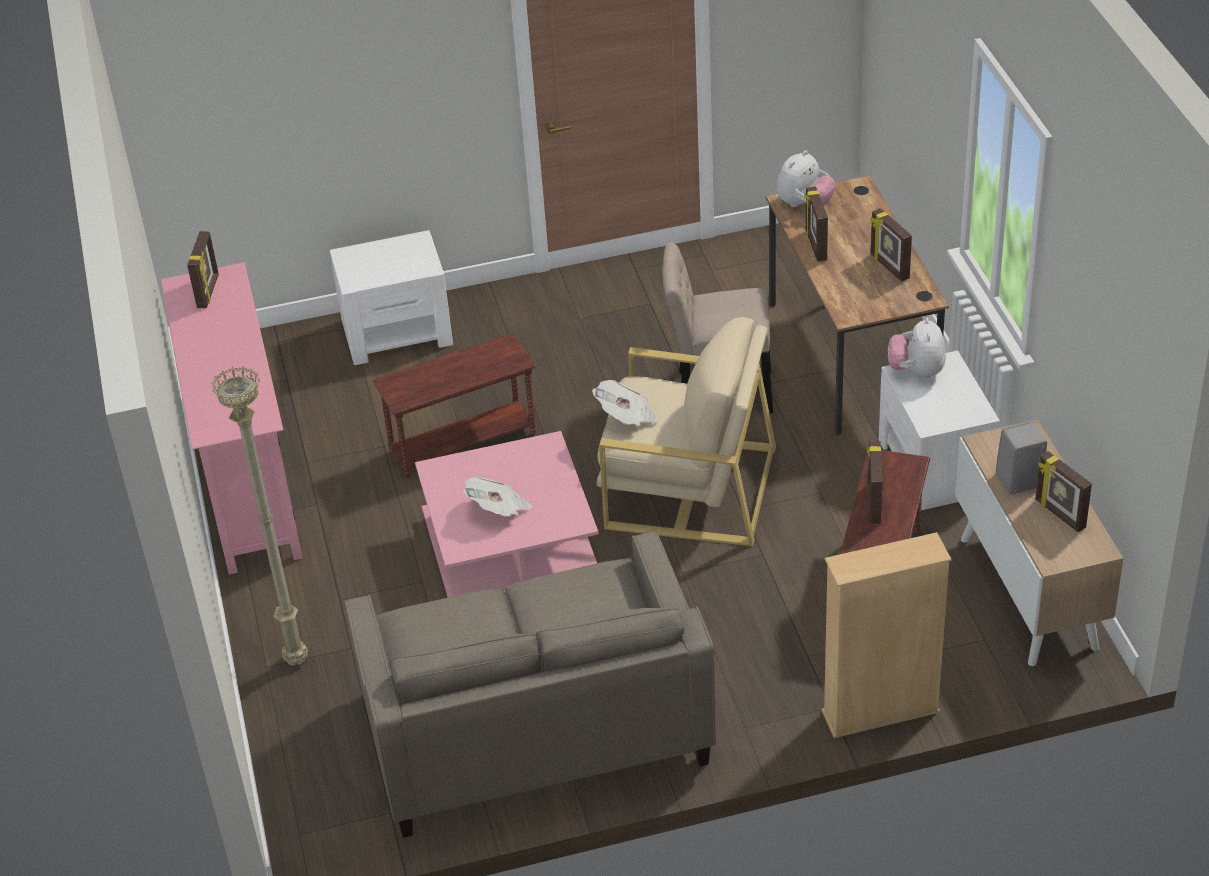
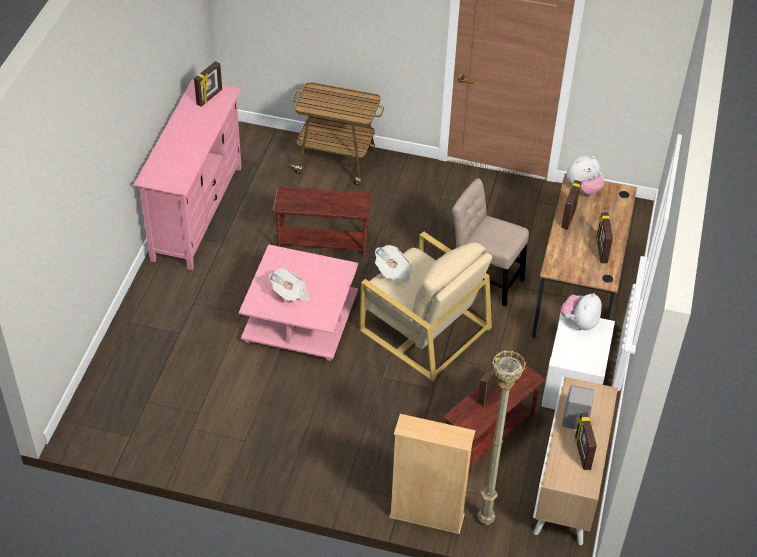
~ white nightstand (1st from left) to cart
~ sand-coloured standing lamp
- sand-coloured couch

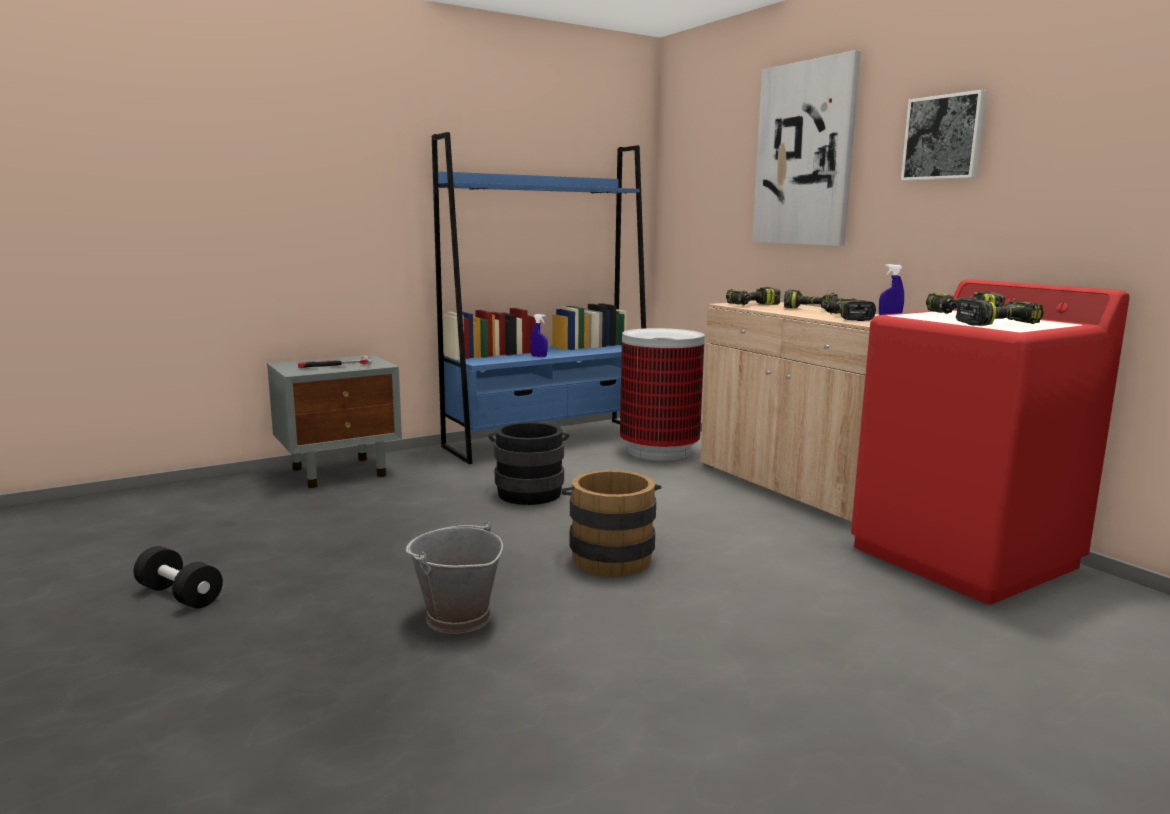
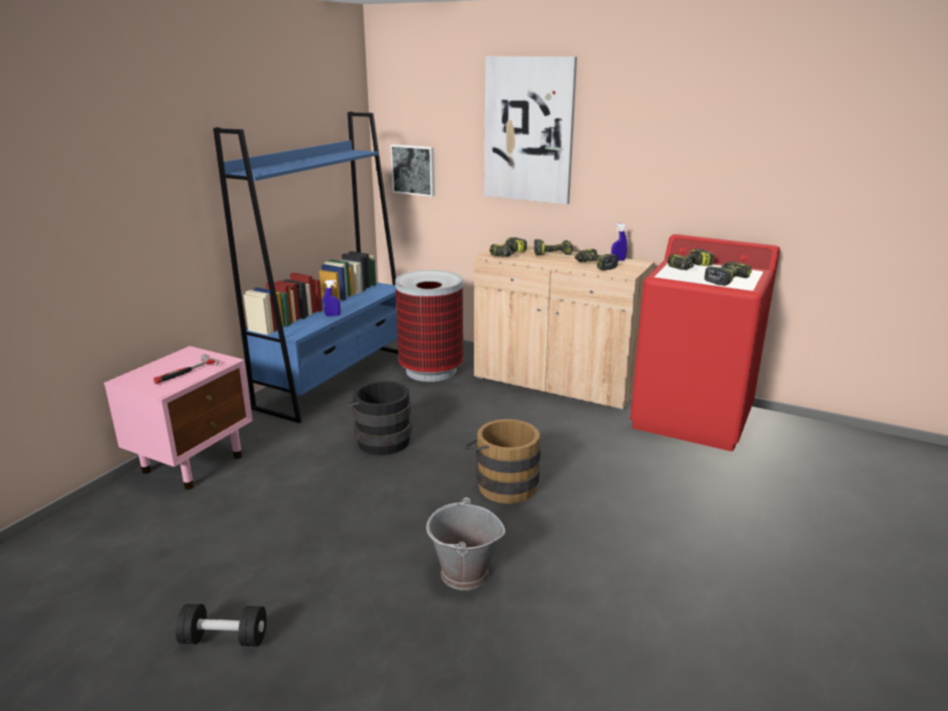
~ wall art (2nd from left in the first image) to wall art (1st from left)
~ gray nightstand to pinkish nightstand

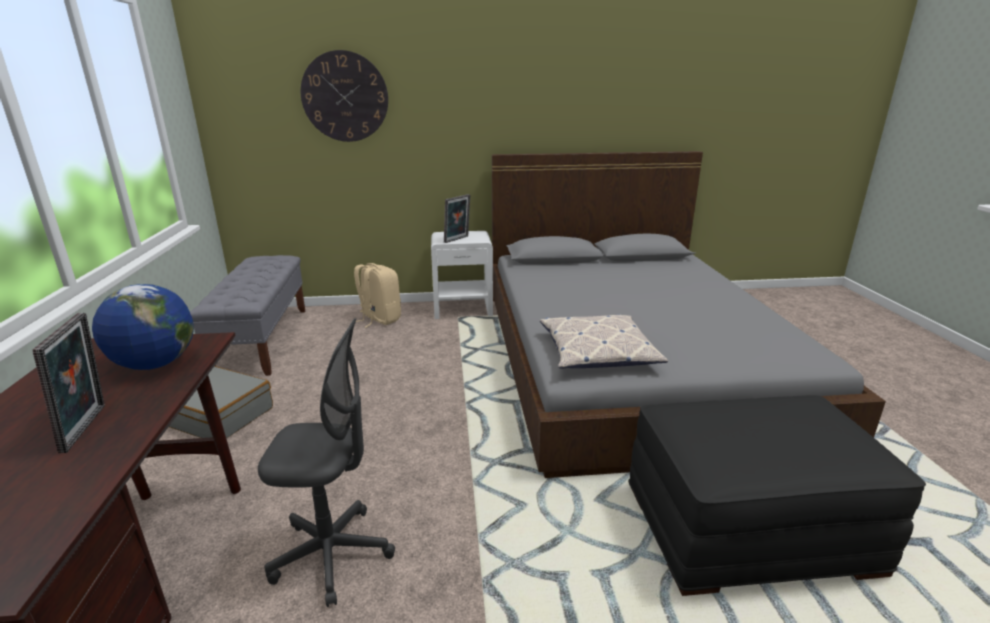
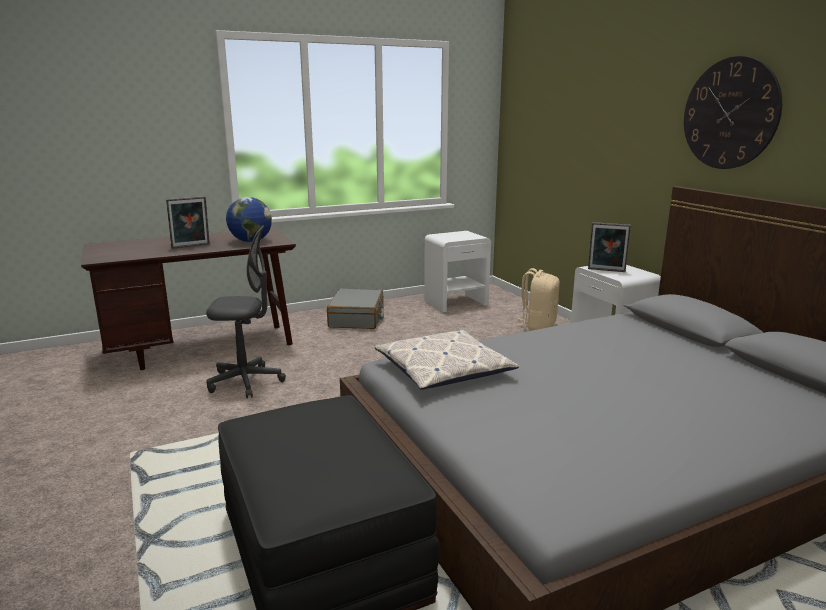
~ clock on the wall
~ gray bench to white nightstand (1st from left)
~ gray desk chair 75 degrees counterclockwise

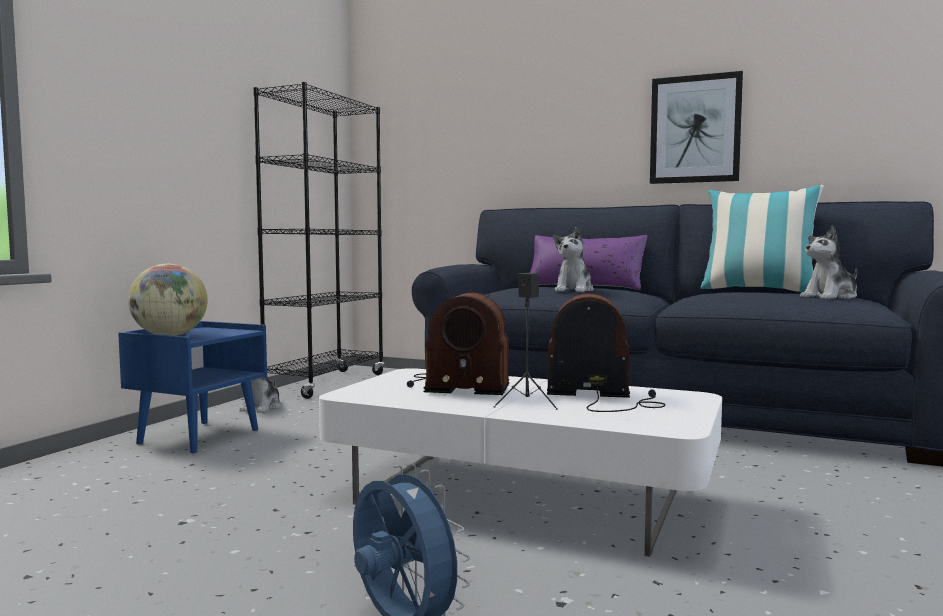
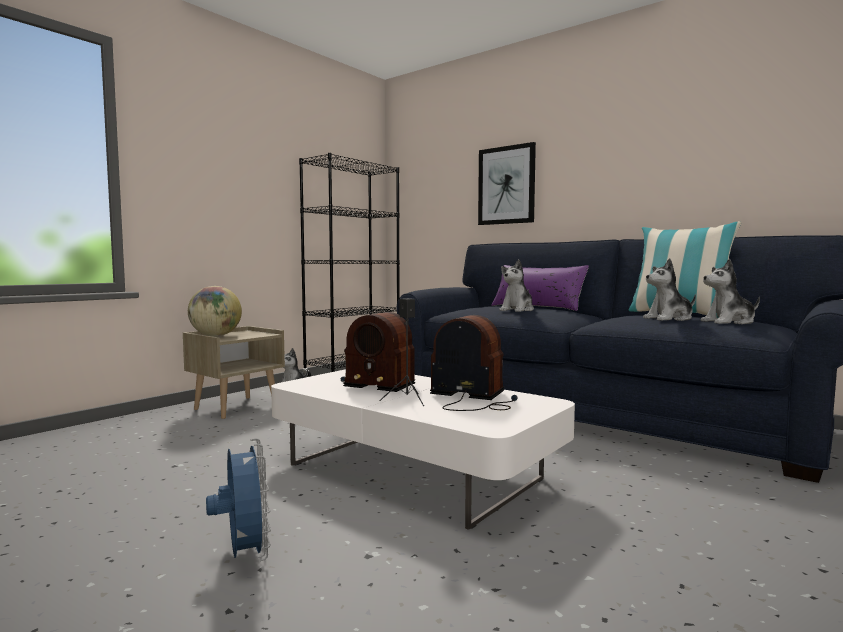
~ wall art
~ blue-coloured nightstand to sand-coloured nightstand
+ soft toy (3rd from left)

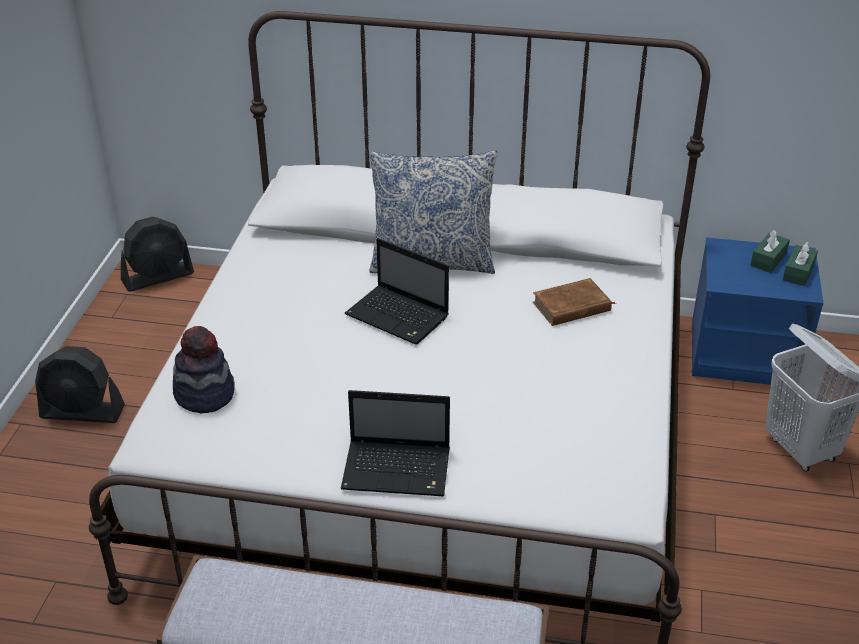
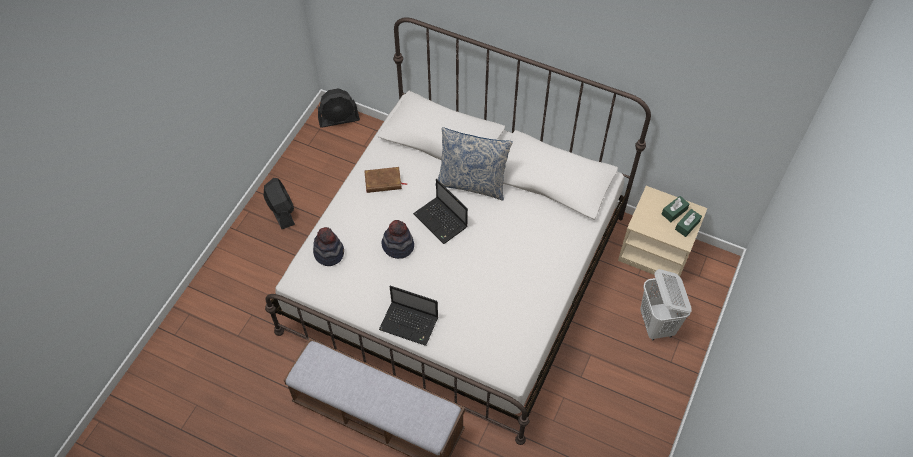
~ blue-coloured nightstand to sand-coloured nightstand
~ brown volume
~ black electric fan (1st from left) 135 degrees counterclockwise
+ wearable hat (2nd from left)

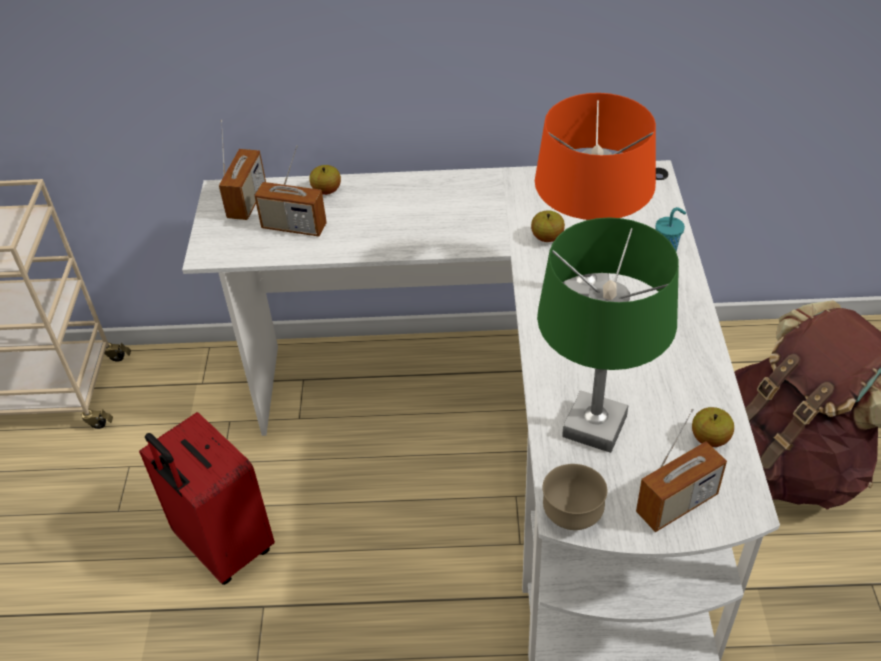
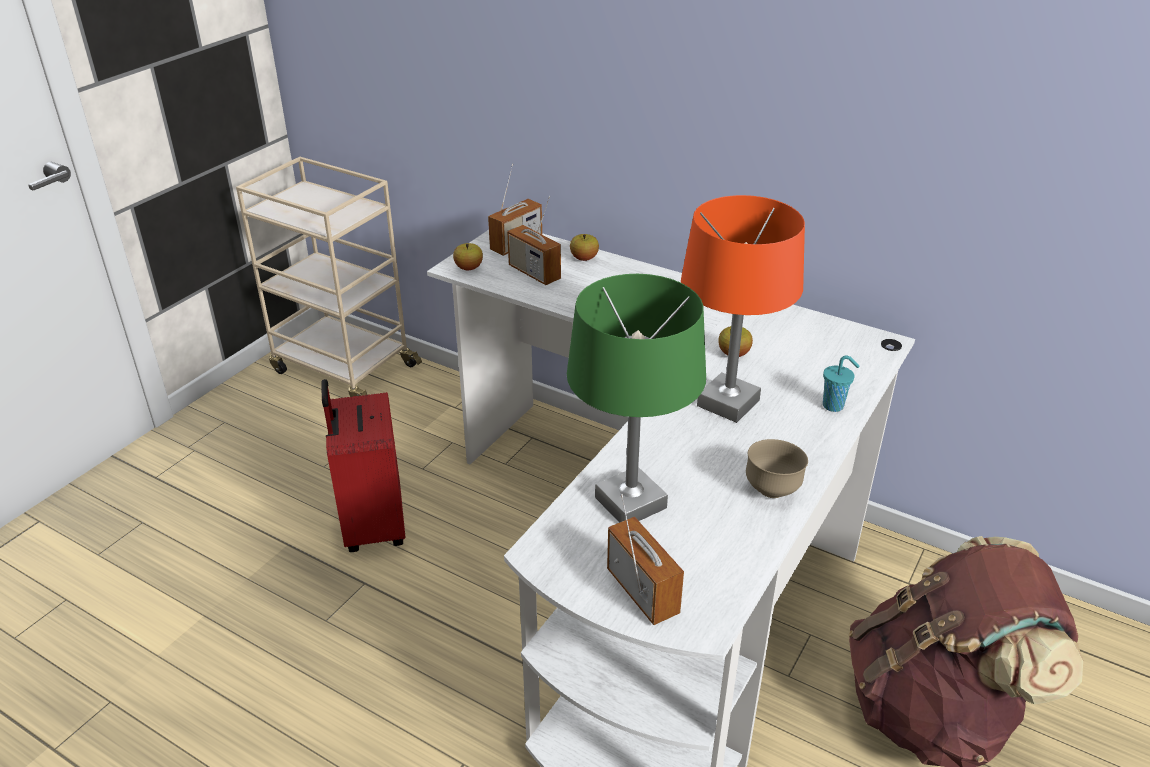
~ apple (3rd from left in the first image) to apple (1st from left)
~ radio (3rd from left) 120 degrees counterclockwise
~ brown bowl

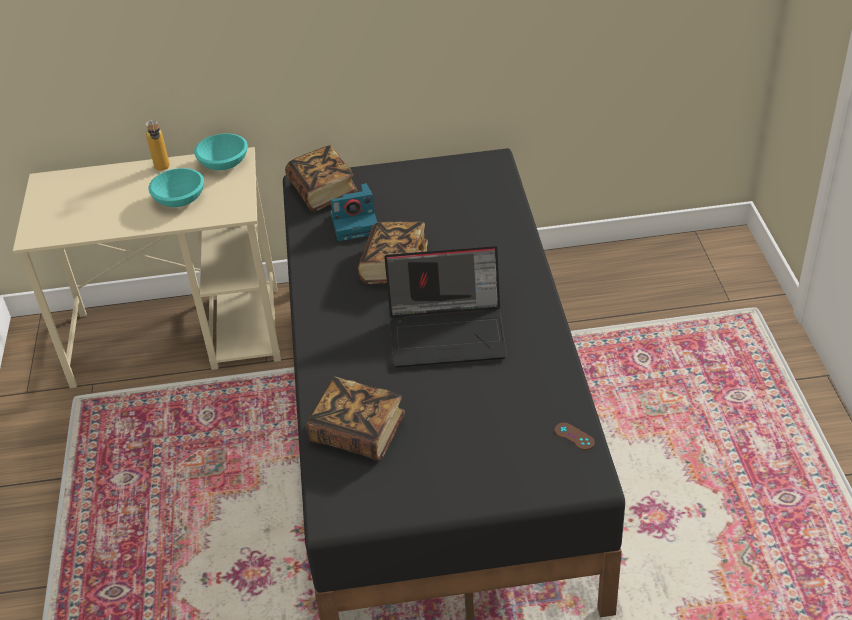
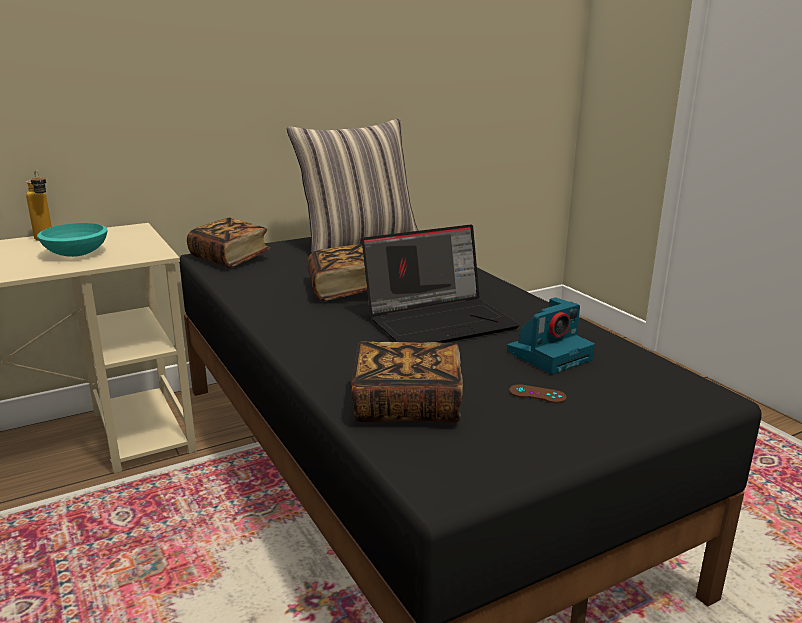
- turquoise-coloured bowl (2nd from left)
~ still camera
~ brown gamepad
+ cushion

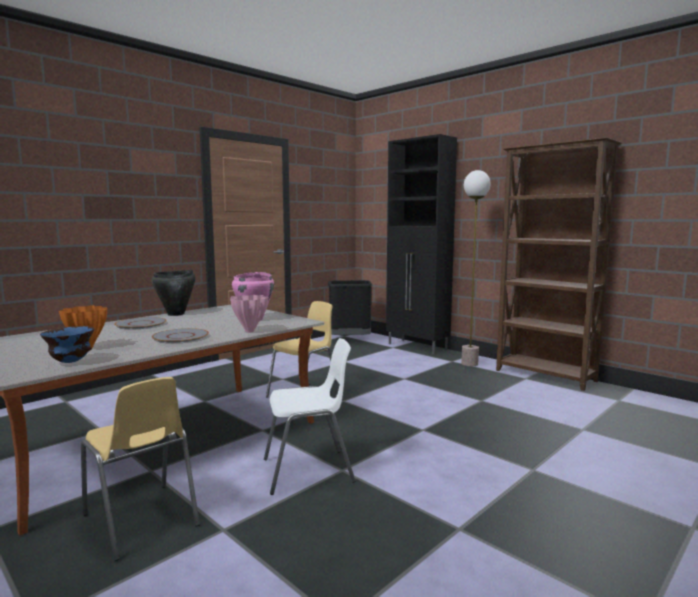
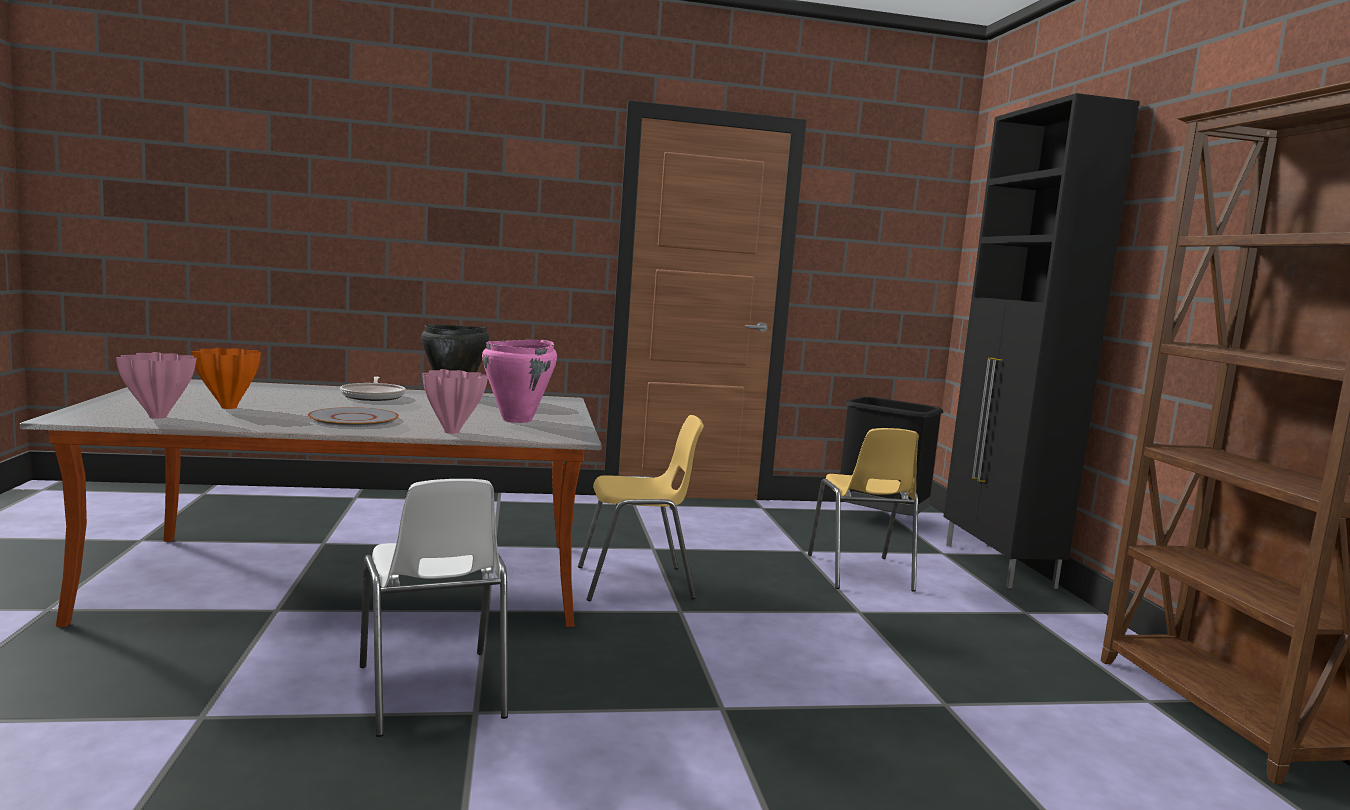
- standing lamp
~ gray flat dish (1st from left) to skillet
~ blue-coloured bowl to pinkish flower vase (1st from left)
~ white upright chair 45 degrees clockwise
~ yellow-coloured upright chair (1st from left in the first image) to yellow-coloured upright chair (2nd from left)

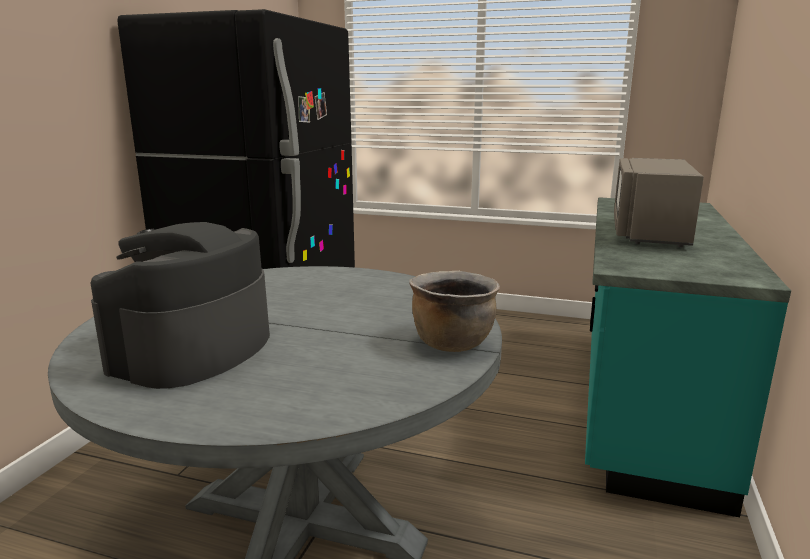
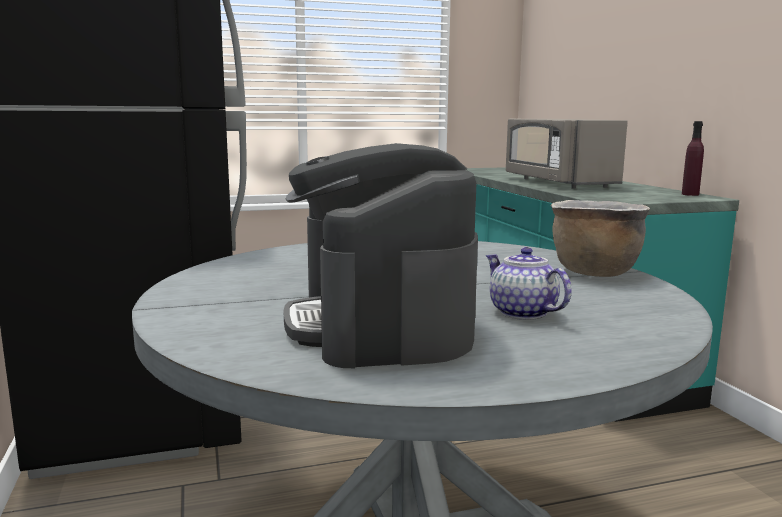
+ purple-coloured beverage bottle
+ tea pot

